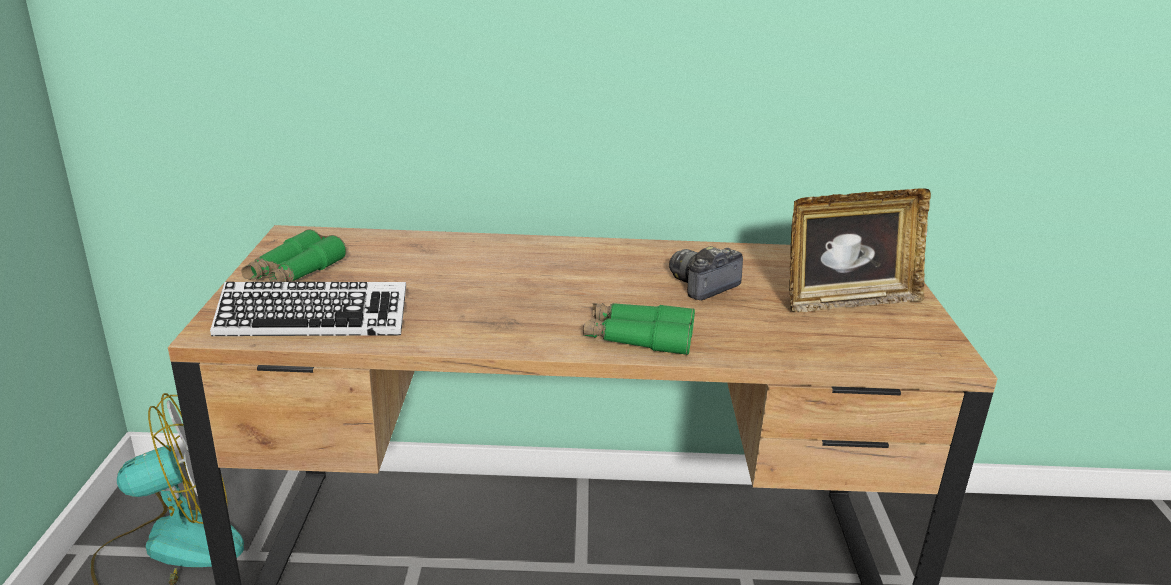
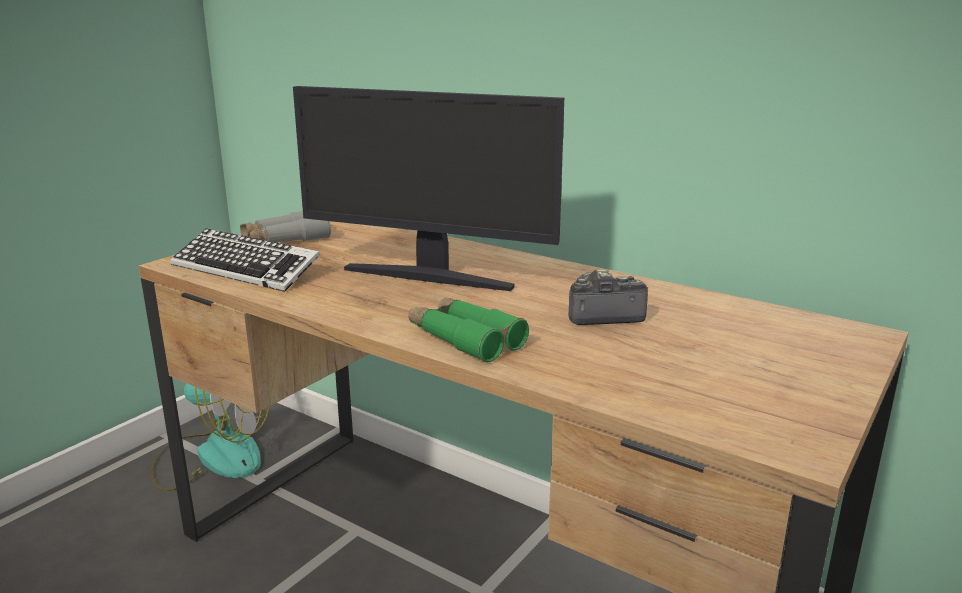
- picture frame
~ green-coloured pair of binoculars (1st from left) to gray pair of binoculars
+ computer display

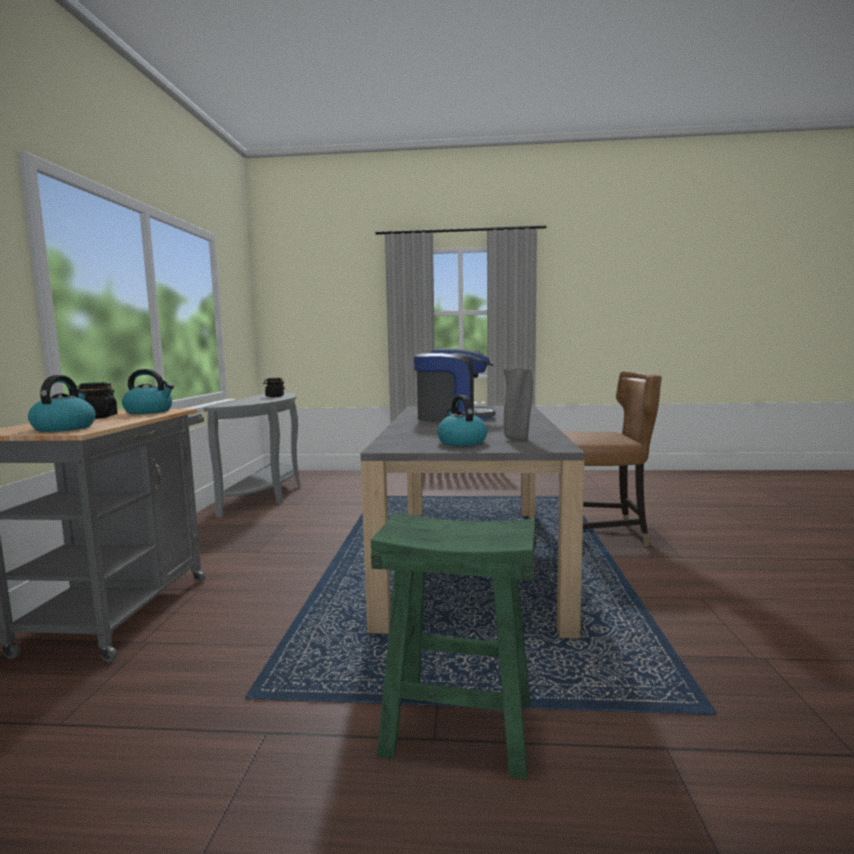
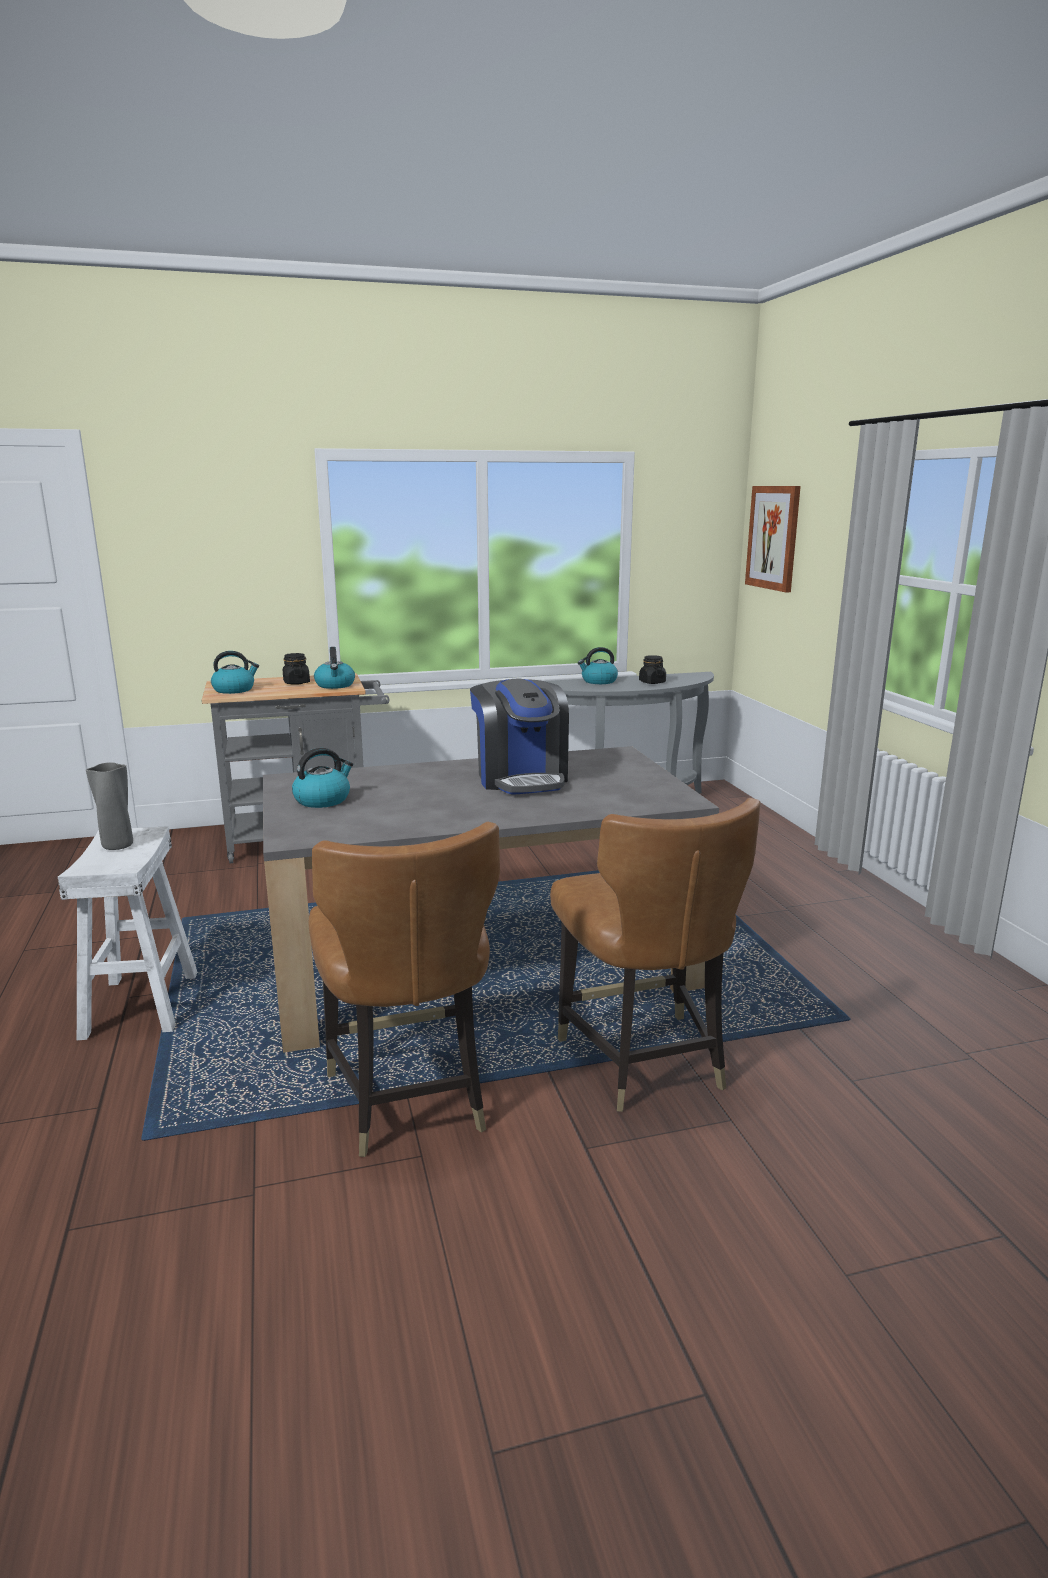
~ gray flower vase
~ green-coloured sitting stool to white sitting stool
+ wall art
+ kettle (4th from left)
+ brown upright chair (1st from left)

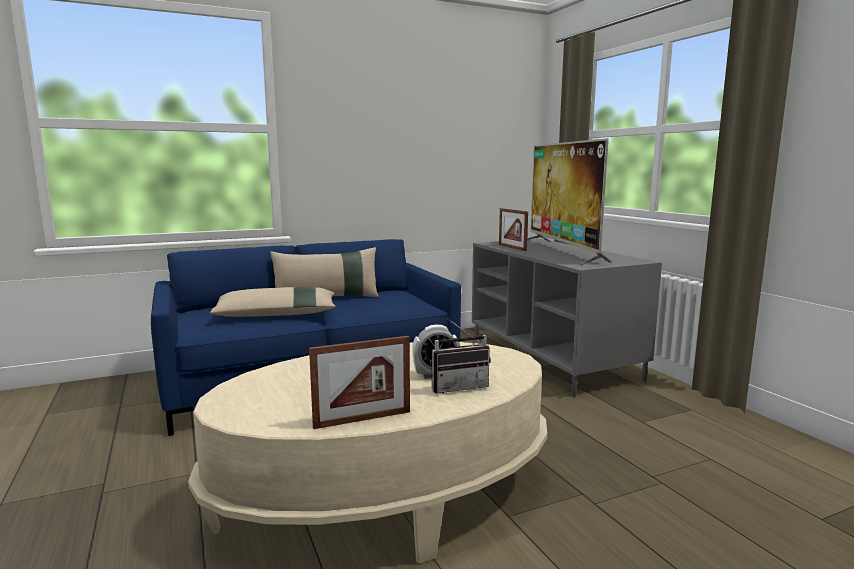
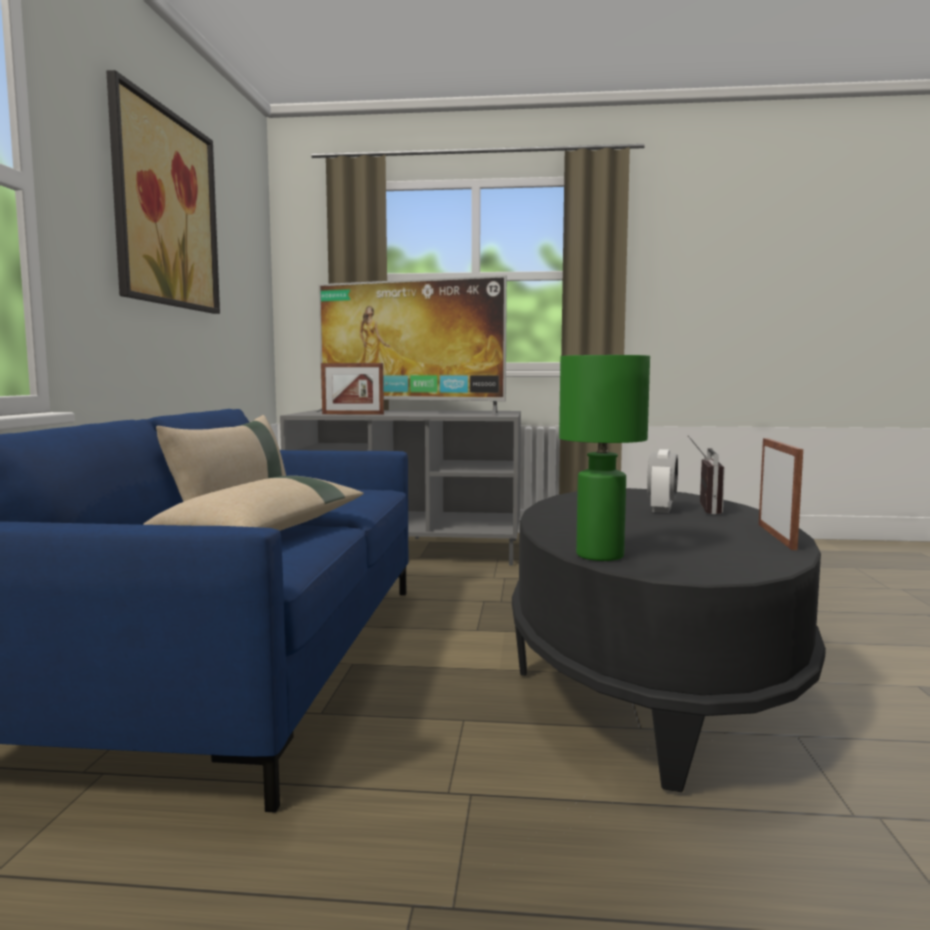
~ sand-coloured coffee table to black coffee table
+ wall art
+ green-coloured tabletop lamp

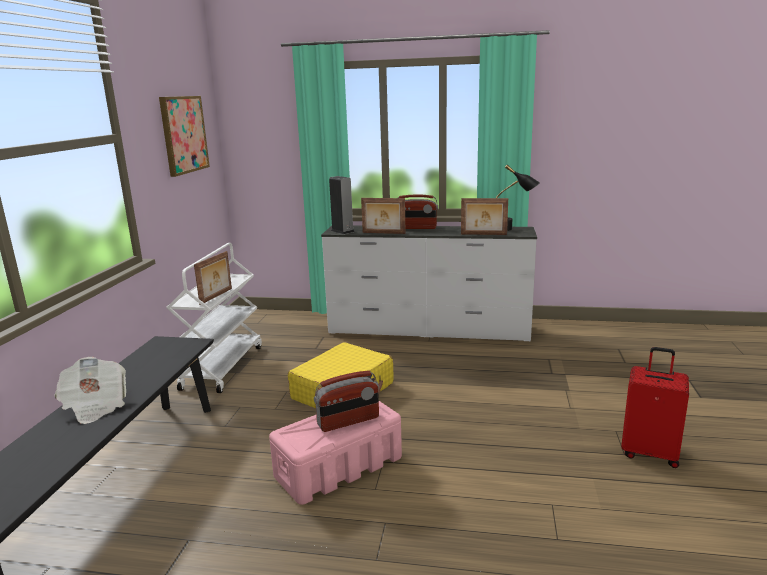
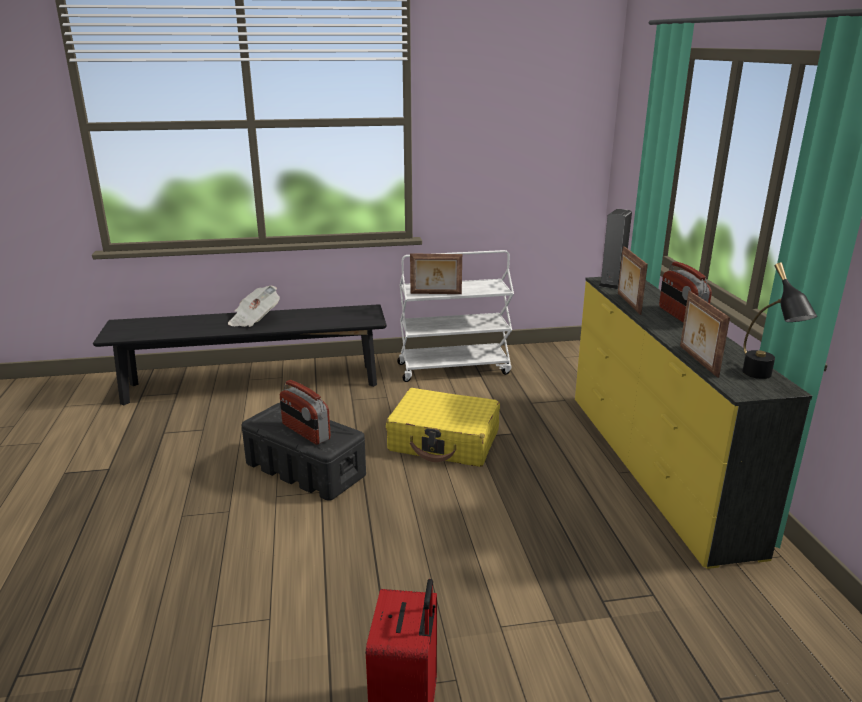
- wall art
~ white dresser to yellow-coloured dresser
~ pinkish storage bin to black storage bin

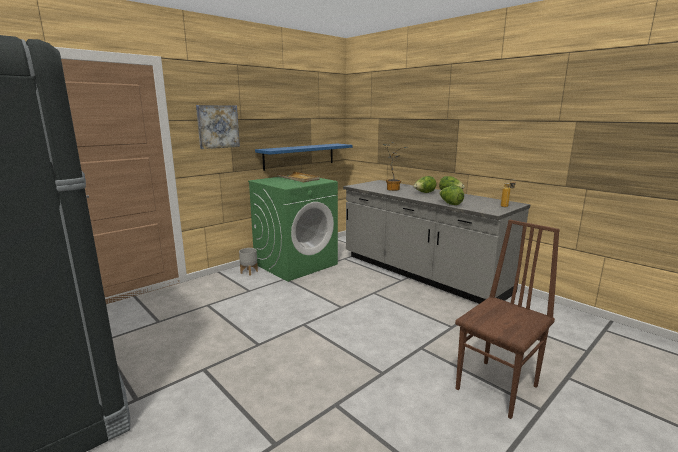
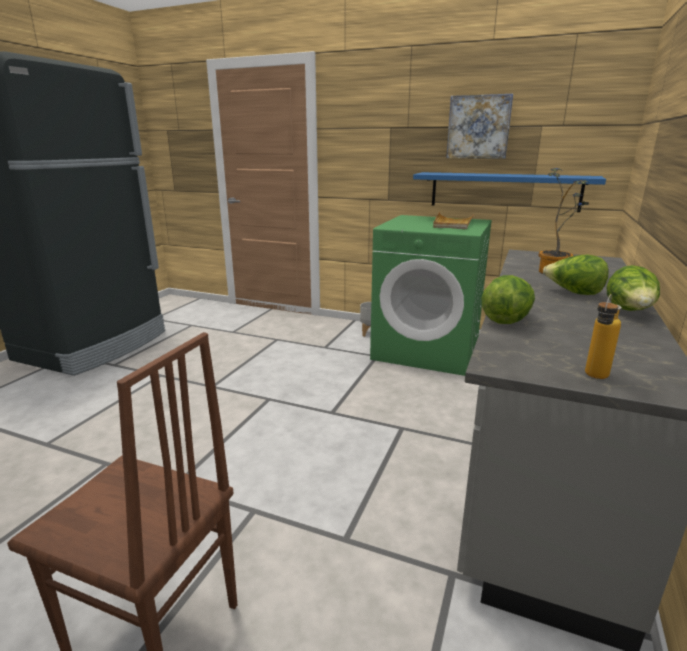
~ wall art

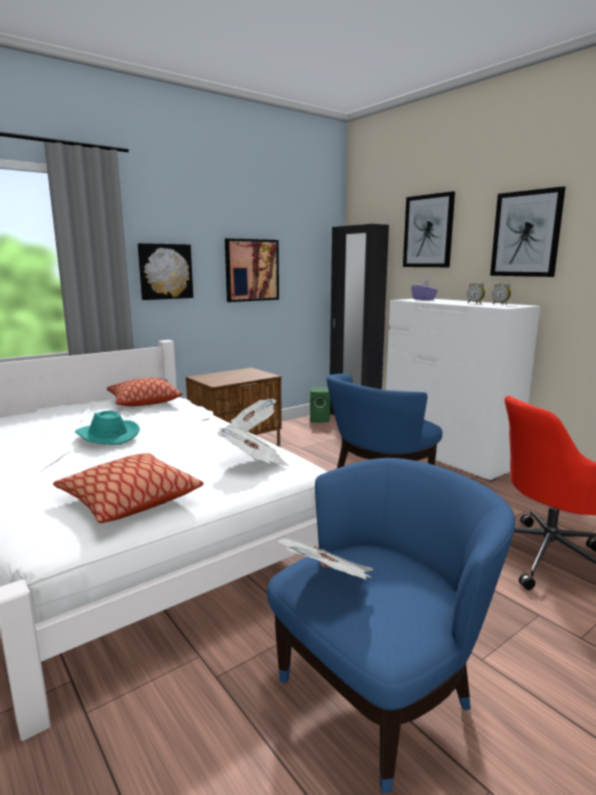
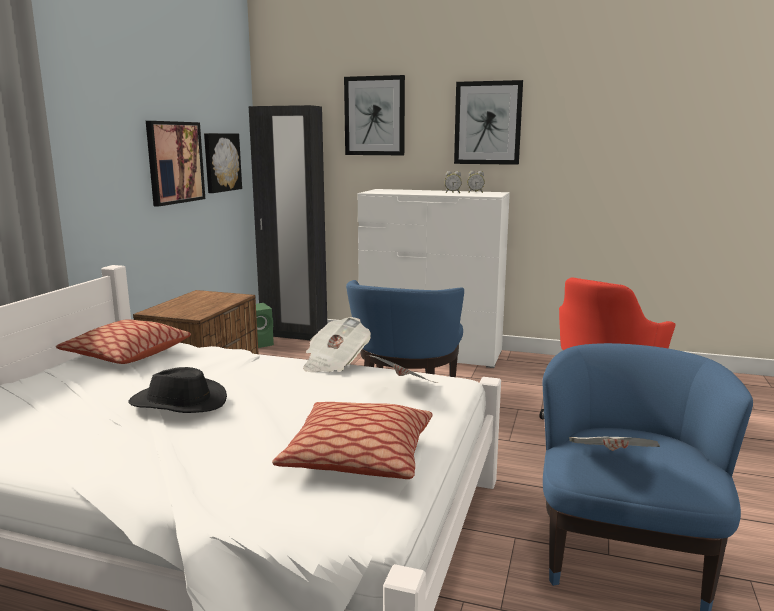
~ wall art (1st from left in the first image) to wall art (2nd from left)
- purple-coloured tissue holder
~ turquoise-coloured wearable hat to black wearable hat

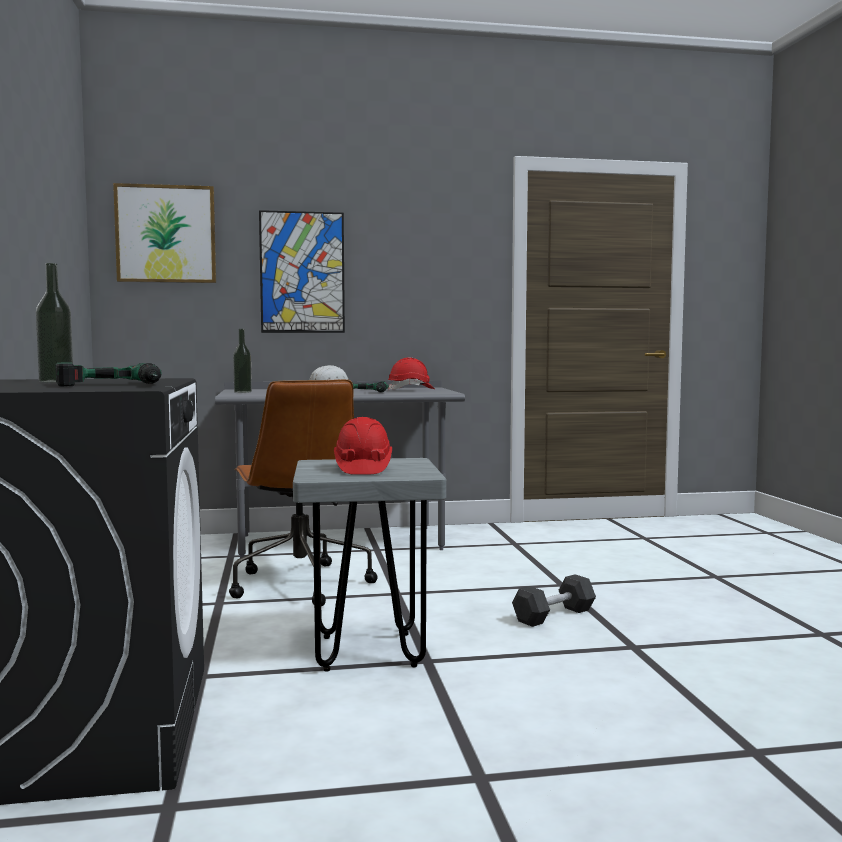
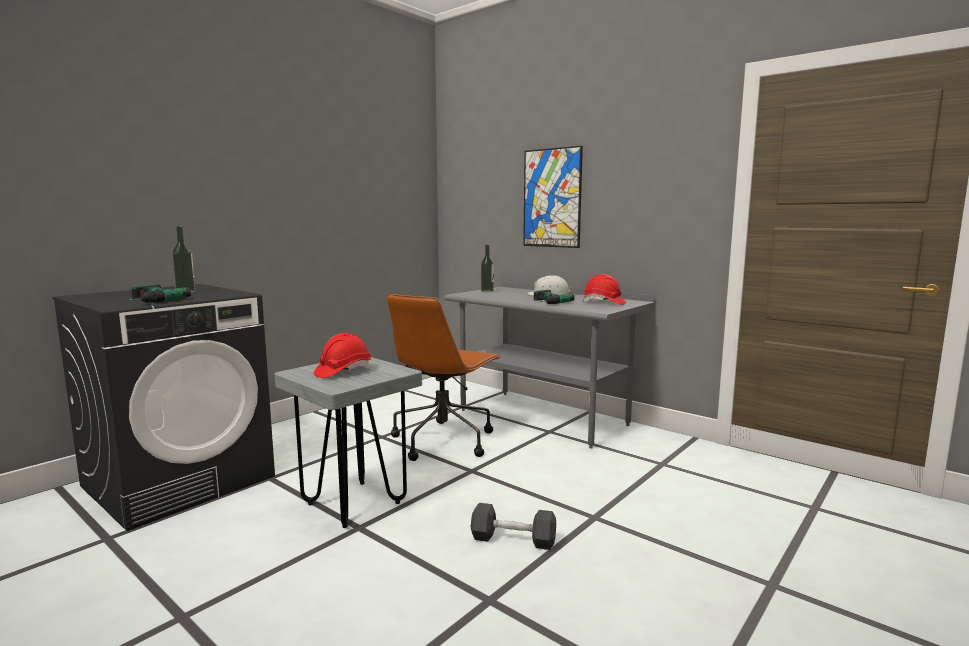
- wall art (1st from left)

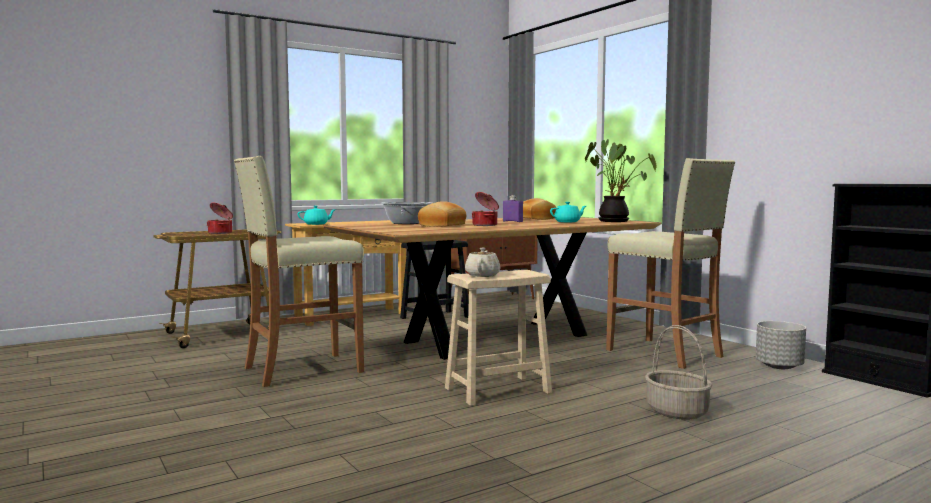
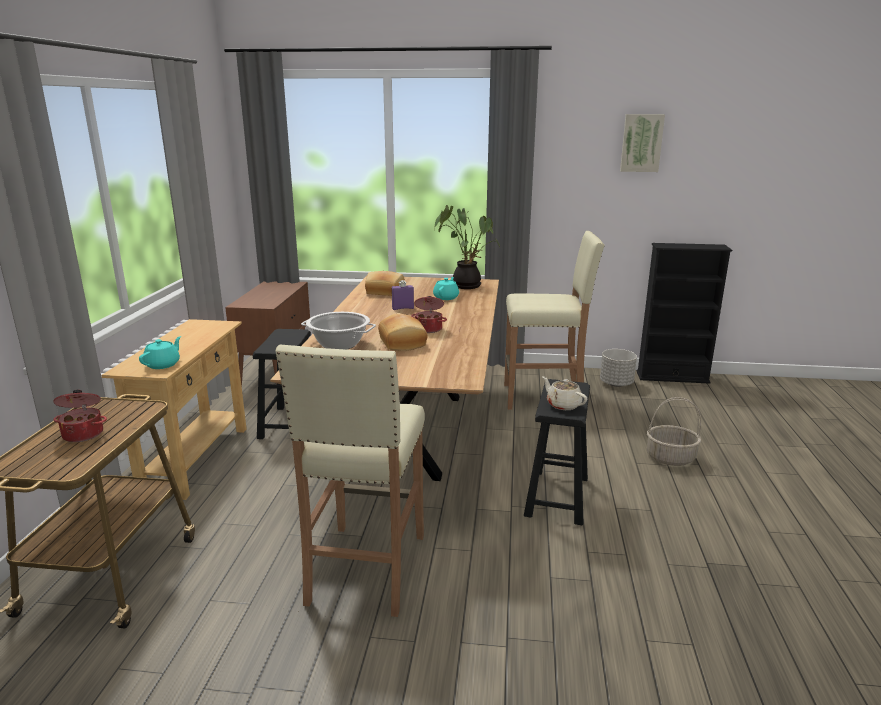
~ sand-coloured sitting stool (2nd from left) to black sitting stool (2nd from left)
+ wall art

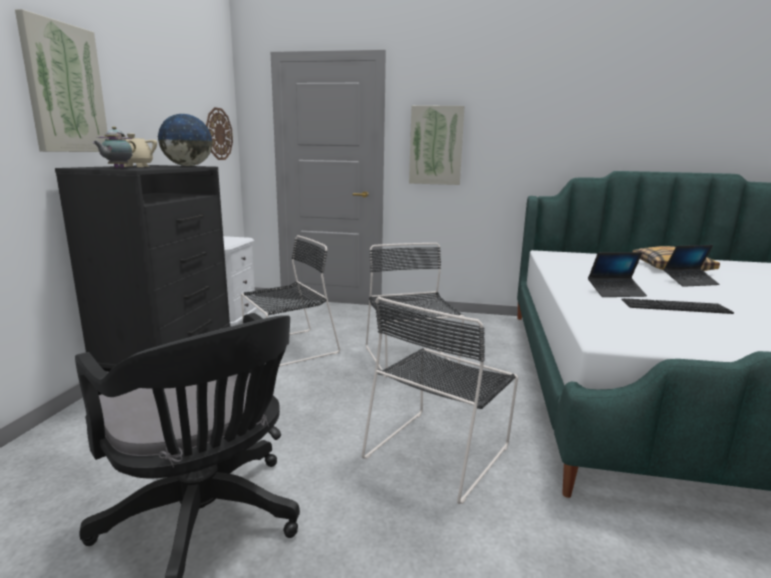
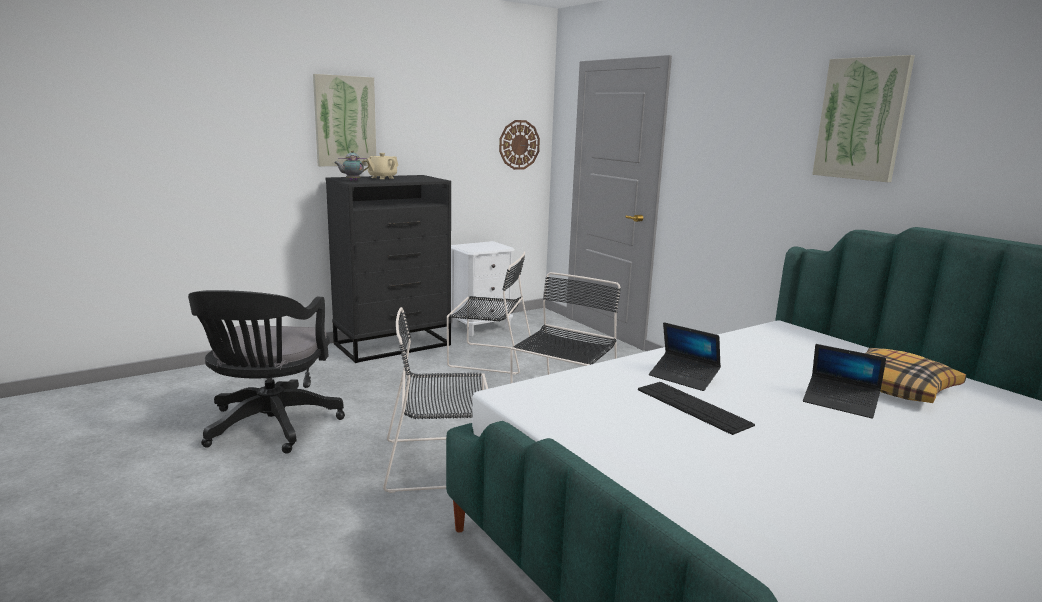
~ wall art (2nd from left)
- world globe

